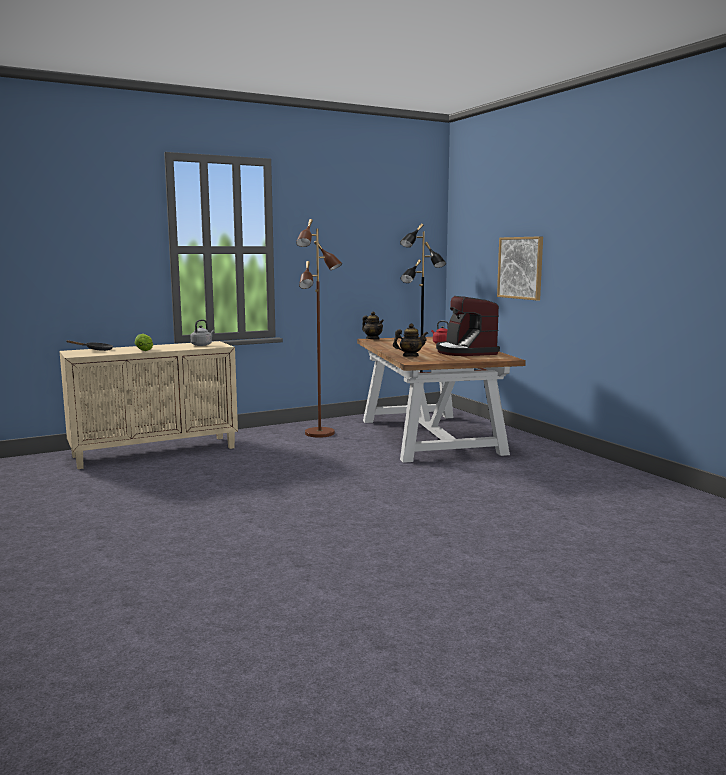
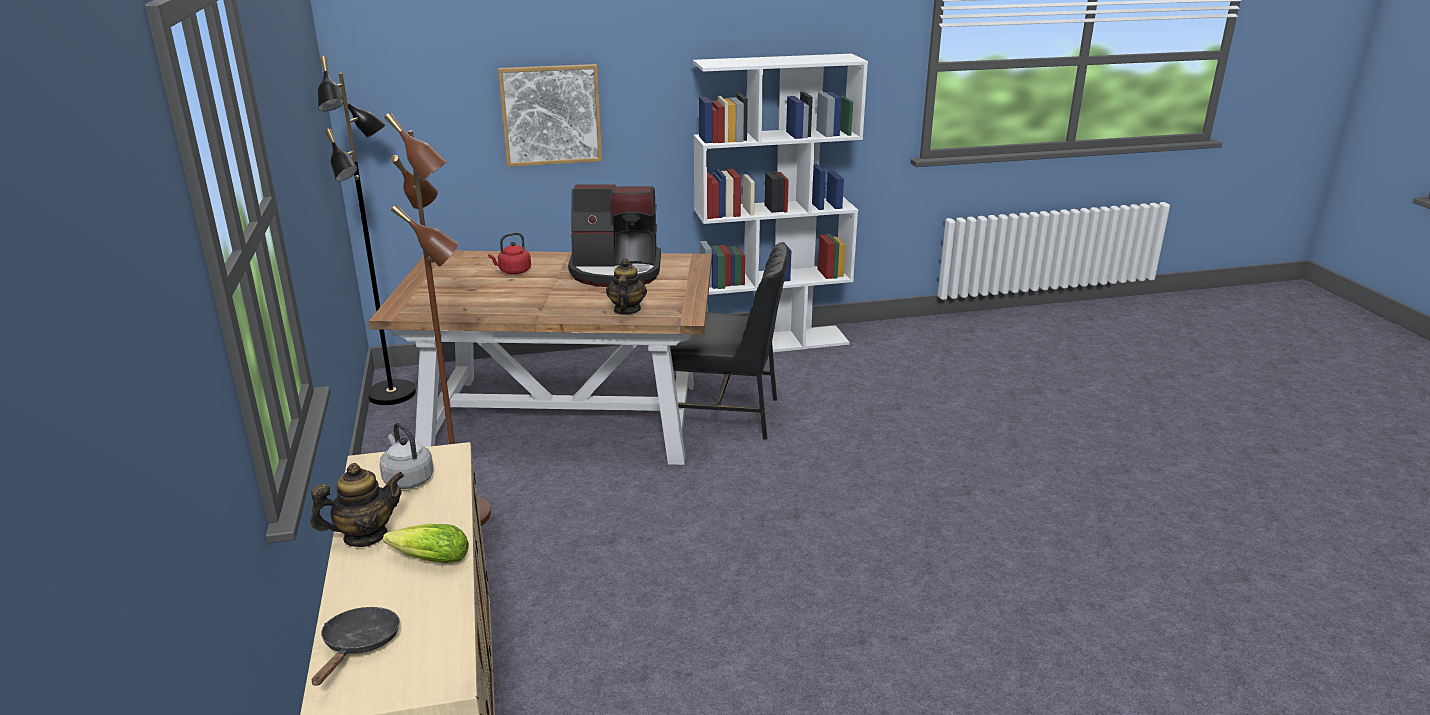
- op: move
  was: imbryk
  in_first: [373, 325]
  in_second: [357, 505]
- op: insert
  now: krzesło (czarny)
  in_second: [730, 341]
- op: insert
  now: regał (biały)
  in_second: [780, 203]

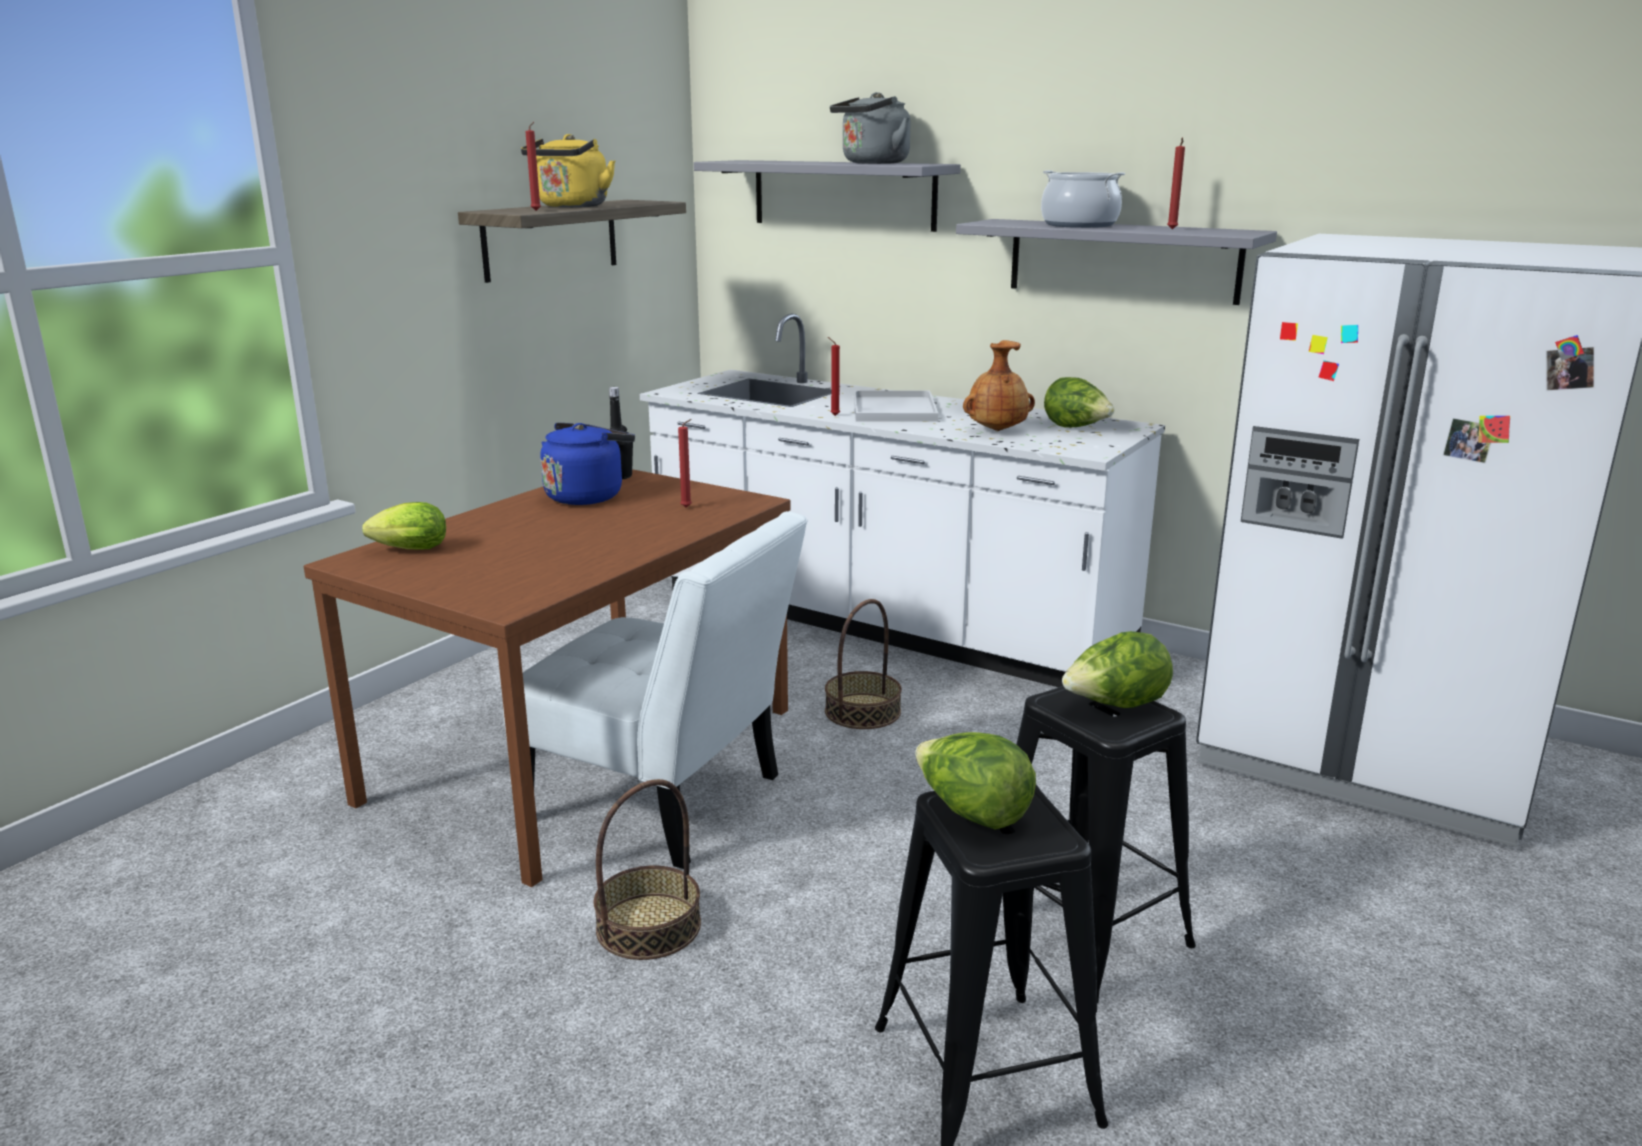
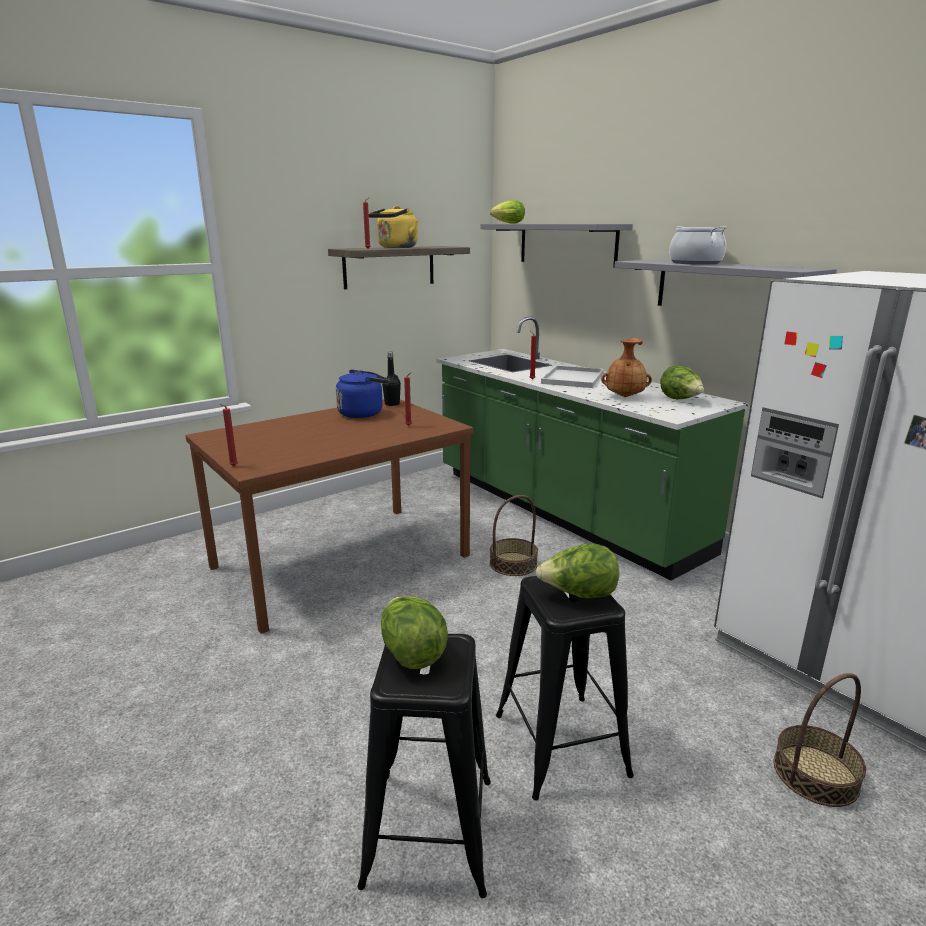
- op: move
  was: świeca (czerwony)
  in_first: [1176, 183]
  in_second: [229, 435]
- op: recolor
  was: zabudowa kuchenna (biały)
  now: zabudowa kuchenna (zielony)
  in_first: [902, 500]
  in_second: [592, 448]
- op: move
  was: sałata
  in_first: [404, 526]
  in_second: [507, 212]
- op: move
  was: koszyk
  in_first: [647, 869]
  in_second: [819, 740]
- op: delete
  was: krzesło (biały)
  in_first: [655, 690]
- op: delete
  was: czajnik (szary)
  in_first: [870, 128]

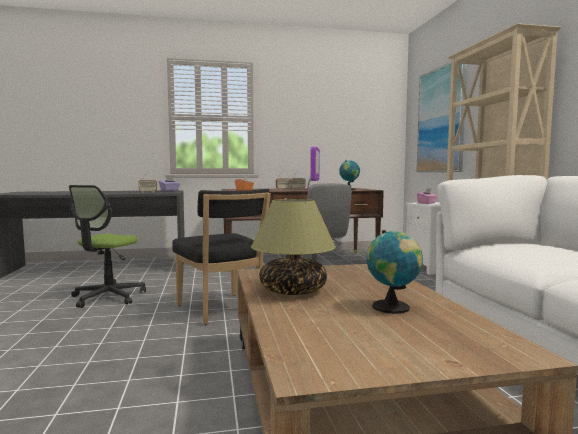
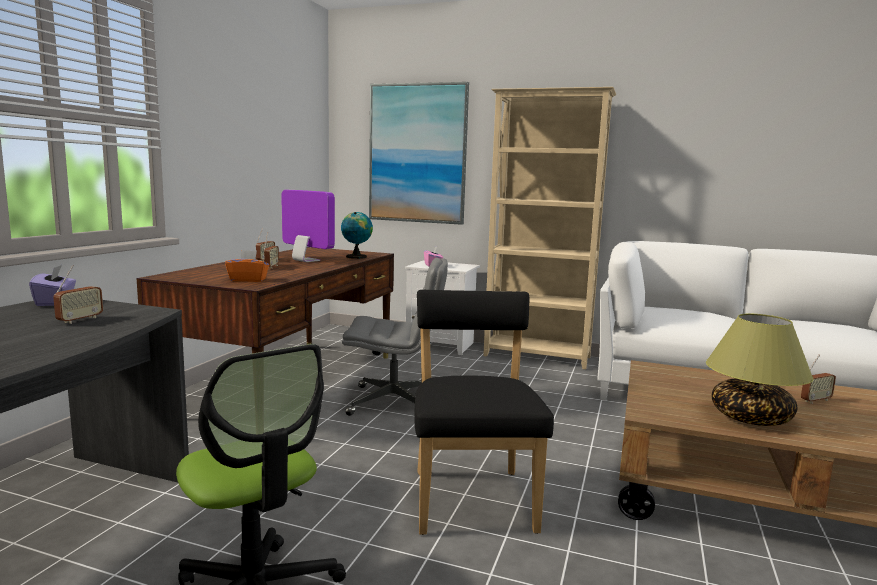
- op: rotate
  was: krzesło (czarny)
  in_first: [221, 257]
  in_second: [484, 412]
  clockwise: -90
- op: replace
  was: globus
  now: radio
  in_first: [394, 272]
  in_second: [818, 379]

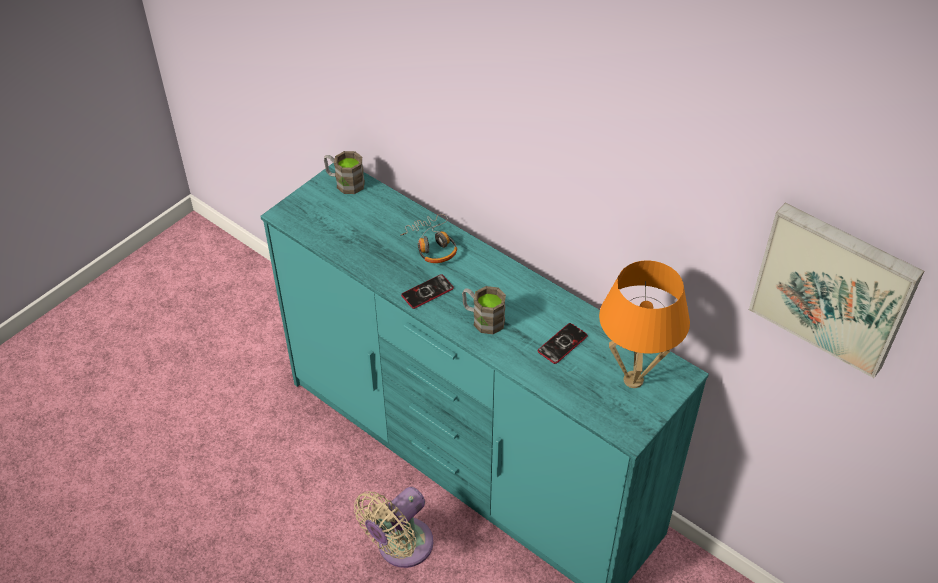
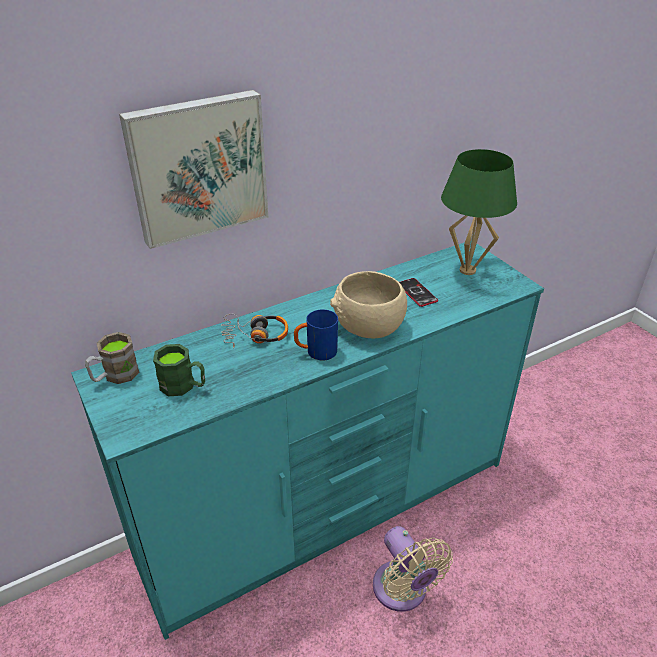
- op: move
  was: obraz
  in_first: [836, 290]
  in_second: [193, 169]
- op: insert
  now: kubek (zielony)
  in_second: [179, 370]
- op: replace
  was: telefon
  now: kubek (niebieski)
  in_first: [427, 291]
  in_second: [316, 335]
- op: replace
  was: kubek (brązowy)
  now: miska (beżowy)
  in_first: [484, 310]
  in_second: [368, 304]
- op: recolor
  was: lampa stołowa (pomarańczowy)
  now: lampa stołowa (zielony)
  in_first: [644, 324]
  in_second: [479, 212]

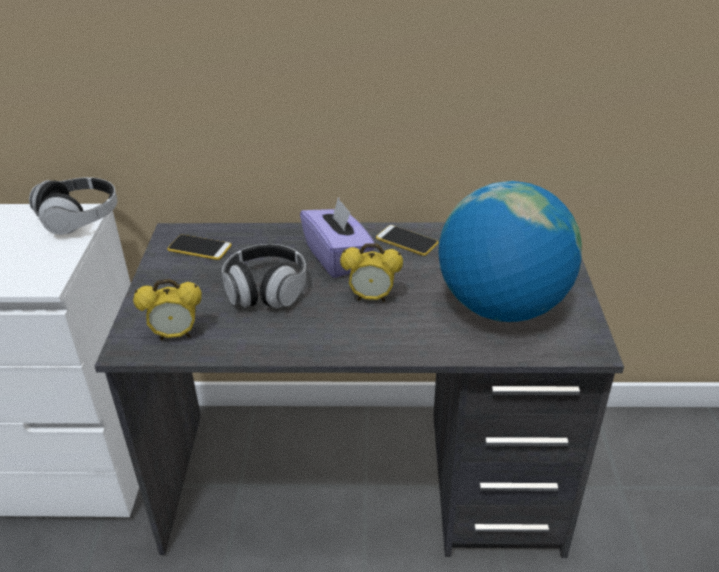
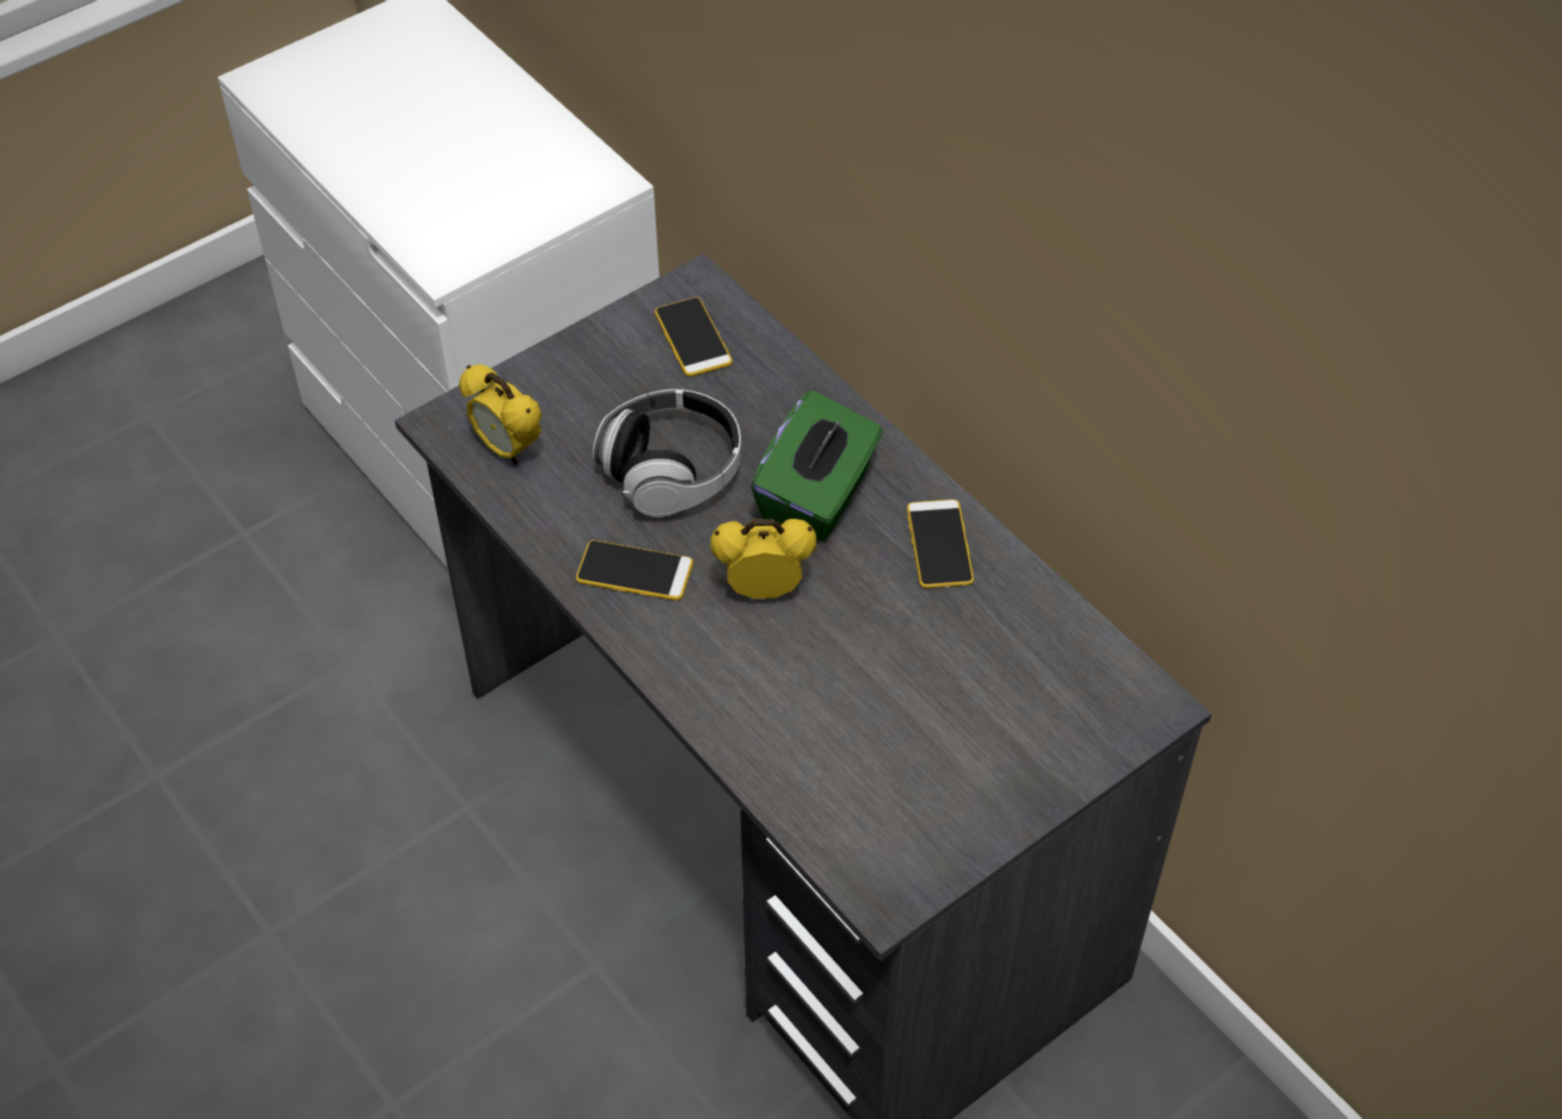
- op: insert
  now: telefon
  in_second: [634, 570]
- op: rotate
  was: budzik
  in_first: [371, 273]
  in_second: [763, 559]
  clockwise: 120
- op: recolor
  was: pudełko chusteczek (fioletowy)
  now: pudełko chusteczek (zielony)
  in_first: [337, 237]
  in_second: [817, 465]
- op: delete
  was: słuchawki
  in_first: [73, 206]
- op: delete
  was: globus
  in_first: [510, 251]

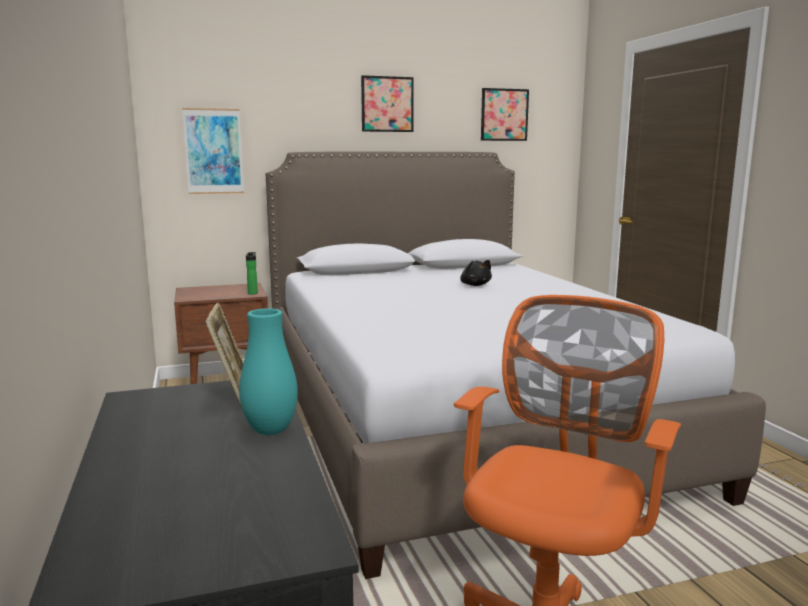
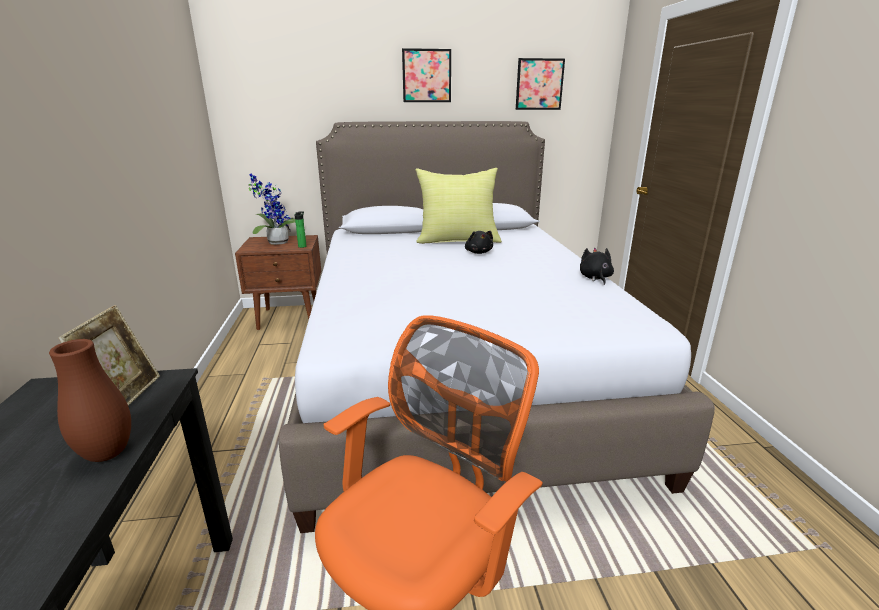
- op: recolor
  was: wazon (turkusowy)
  now: wazon (brązowy)
  in_first: [268, 371]
  in_second: [90, 400]
- op: insert
  now: roślina doniczkowa
  in_second: [271, 209]
- op: insert
  now: poduszka (żółty)
  in_second: [458, 206]
- op: insert
  now: pluszak (czarny)
  in_second: [597, 266]
- op: delete
  was: obraz
  in_first: [213, 151]

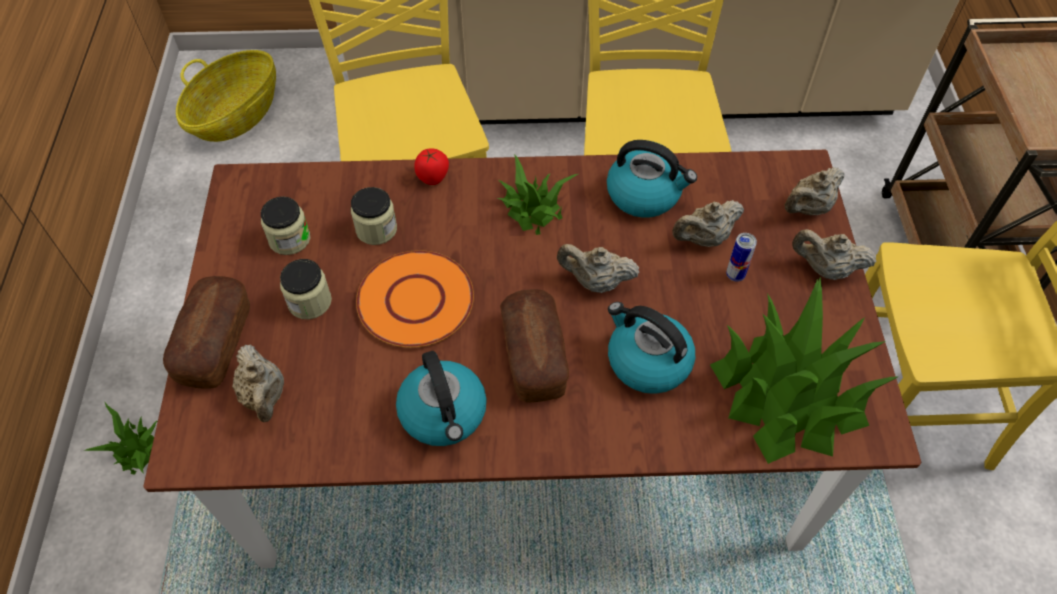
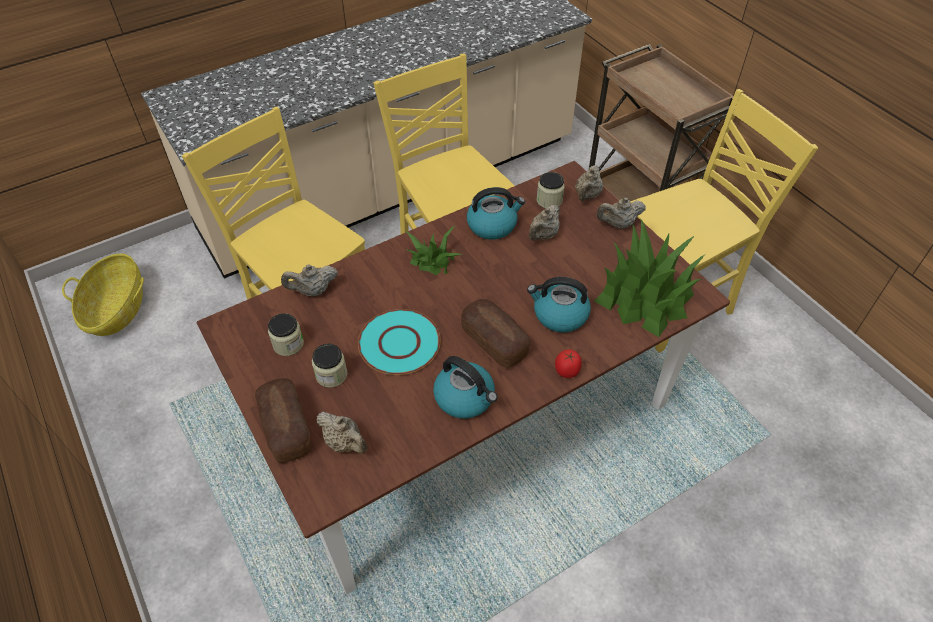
- op: move
  was: imbryk (beżowy)
  in_first: [598, 268]
  in_second: [309, 280]
- op: recolor
  was: talerz (pomarańczowy)
  now: talerz (turkusowy)
  in_first: [415, 299]
  in_second: [399, 342]
- op: move
  was: słoik
  in_first: [374, 216]
  in_second: [551, 190]
- op: move
  was: pomidor
  in_first: [431, 167]
  in_second: [568, 363]
- op: delete
  was: roślina doniczkowa
  in_first: [120, 438]
- op: delete
  was: puszka
  in_first: [741, 257]

